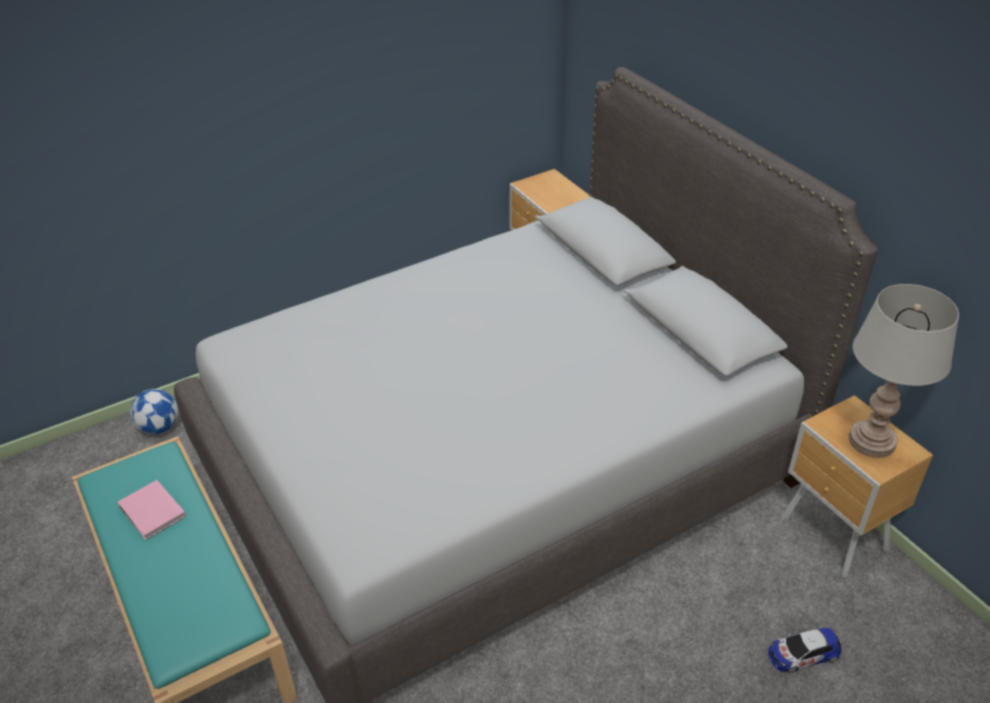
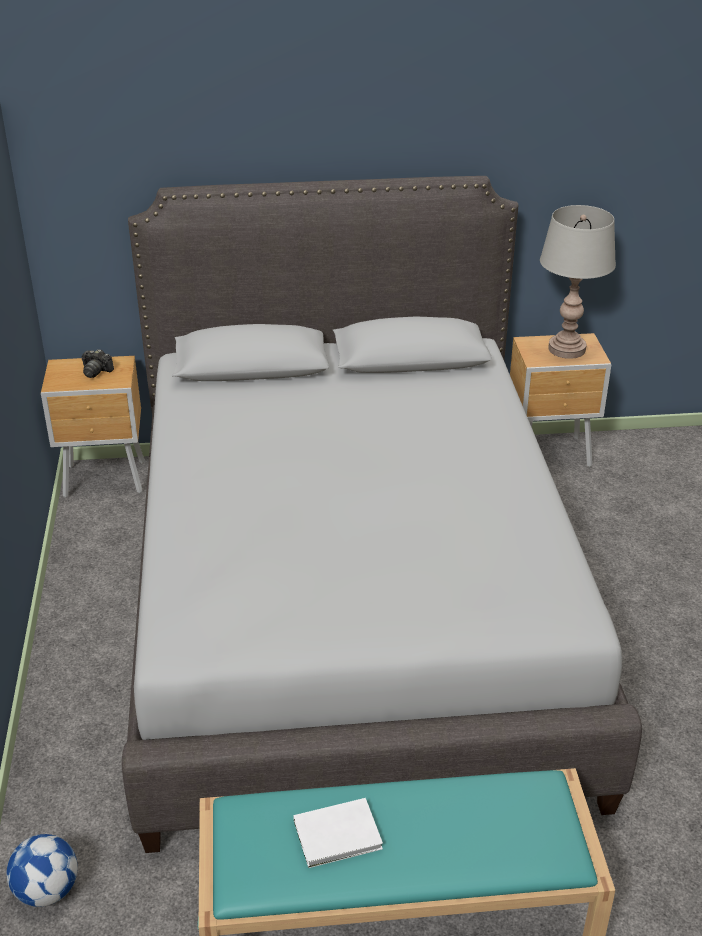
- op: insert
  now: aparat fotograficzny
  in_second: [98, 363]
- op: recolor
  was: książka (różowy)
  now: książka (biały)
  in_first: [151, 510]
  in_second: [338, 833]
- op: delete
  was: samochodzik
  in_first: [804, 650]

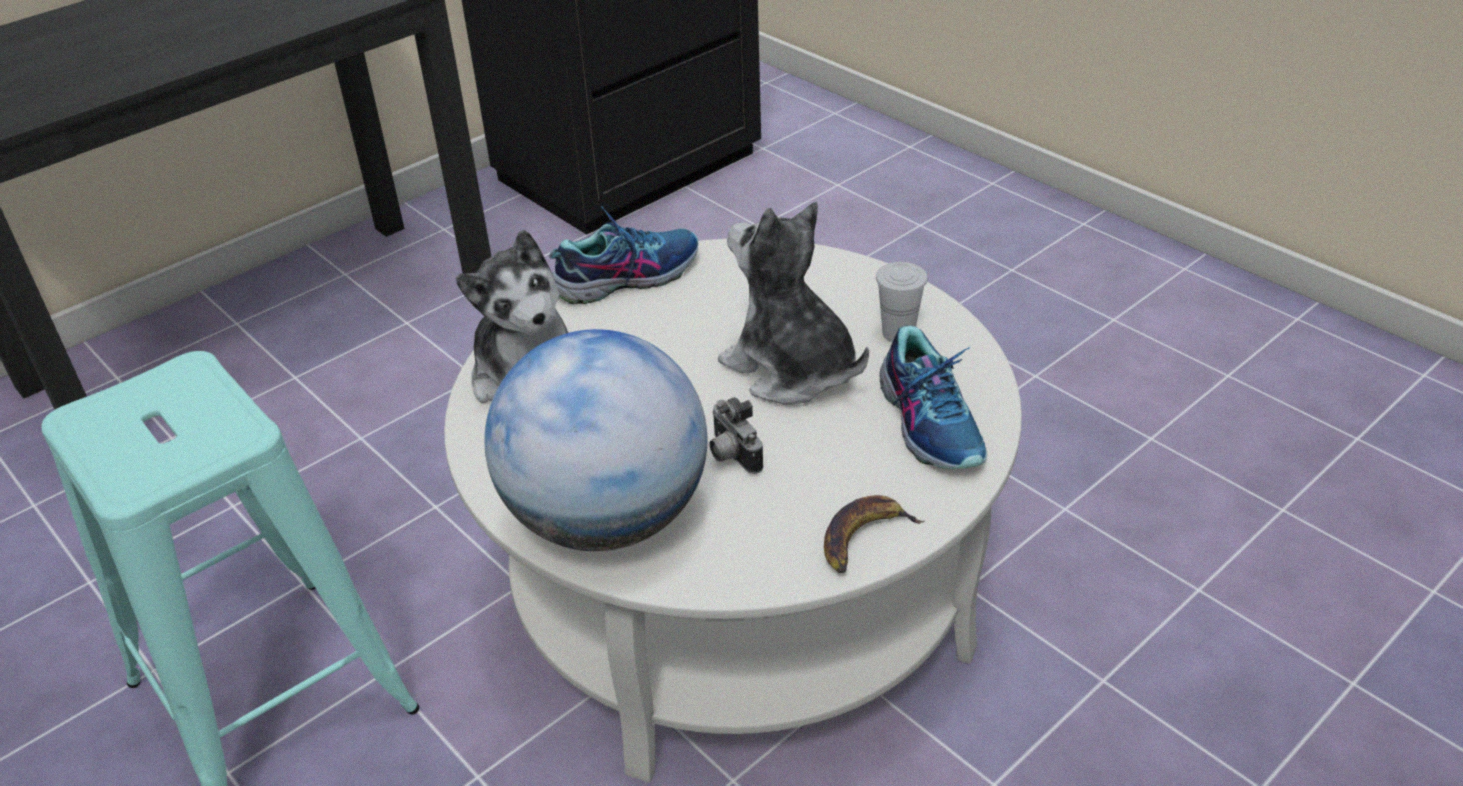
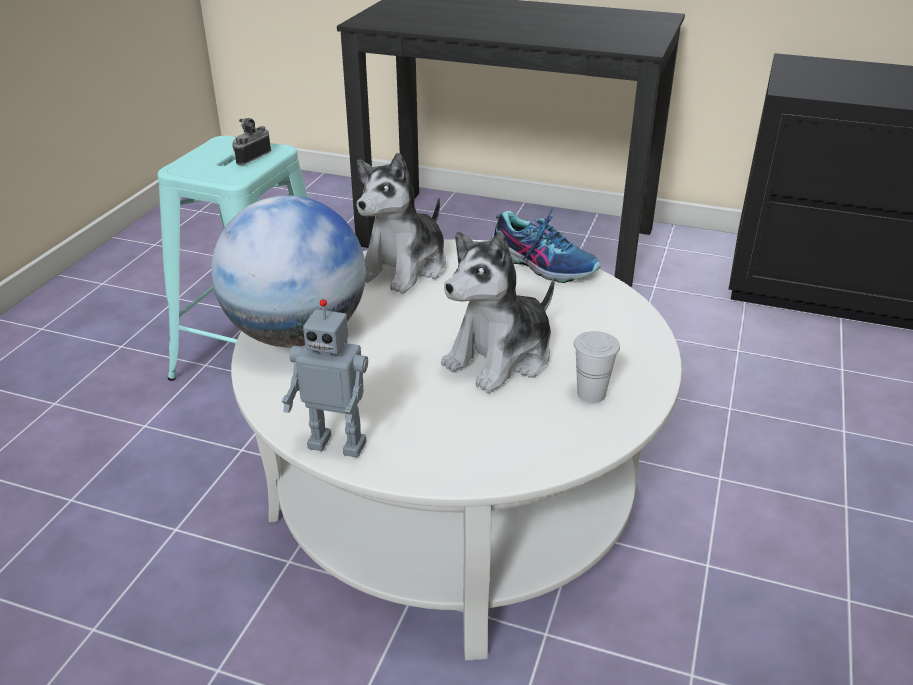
- op: move
  was: aparat fotograficzny
  in_first: [736, 435]
  in_second: [251, 141]
- op: replace
  was: banan
  now: robot zabawkowy
  in_first: [874, 534]
  in_second: [325, 378]
- op: rotate
  was: pluszak
  in_first: [793, 303]
  in_second: [498, 312]
  clockwise: -150
- op: delete
  was: but
  in_first: [933, 397]

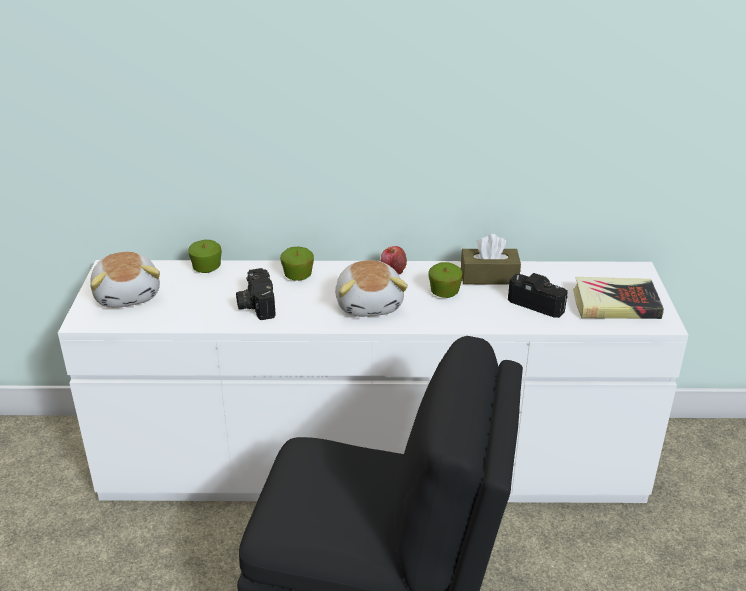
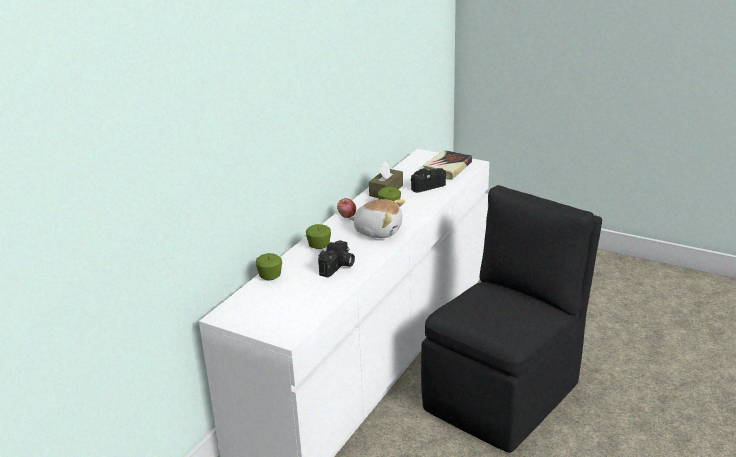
- op: rotate
  was: aparat fotograficzny
  in_first: [256, 294]
  in_second: [336, 258]
  clockwise: -75
- op: delete
  was: pluszak
  in_first: [125, 280]

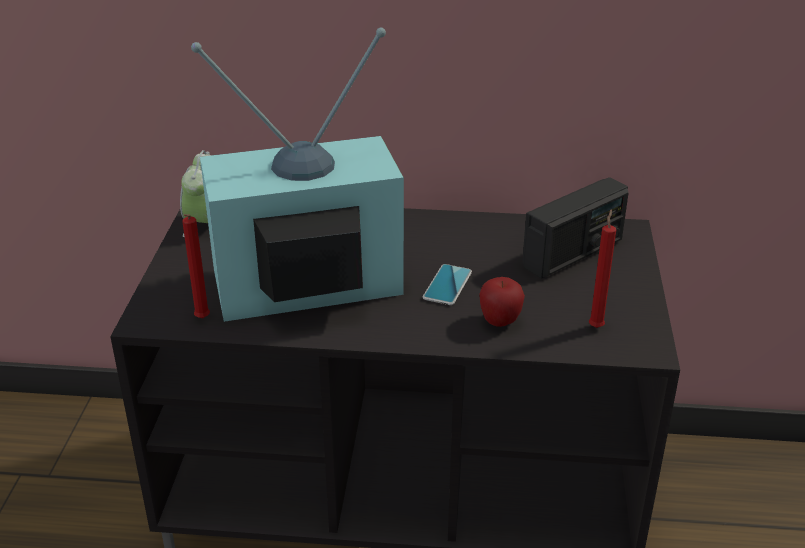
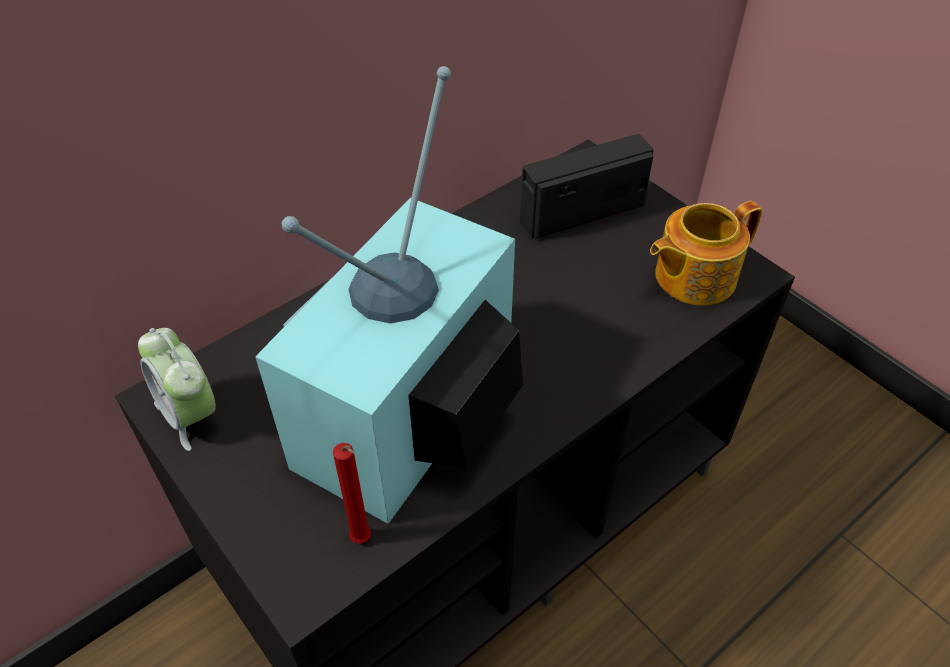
- op: rotate
  was: radio
  in_first: [575, 227]
  in_second: [587, 186]
  clockwise: -120
- op: replace
  was: świeca (czerwony)
  now: imbryk
  in_first: [602, 268]
  in_second: [706, 253]
- op: delete
  was: telefon
  in_first: [447, 284]
- op: delete
  was: jabłko
  in_first: [502, 302]

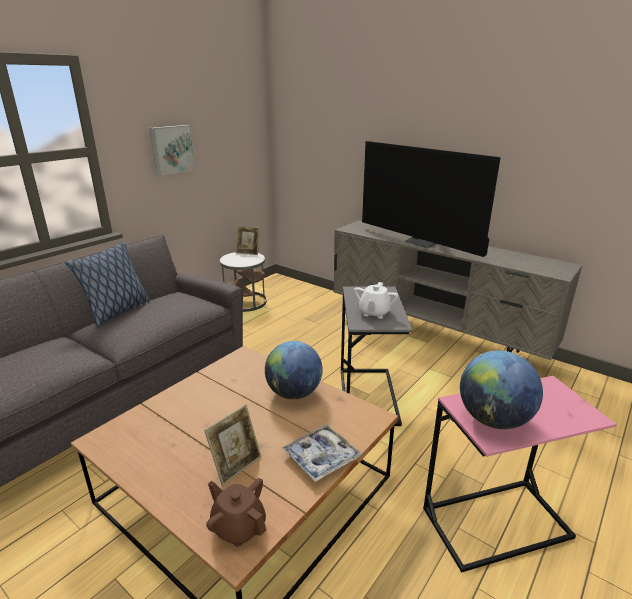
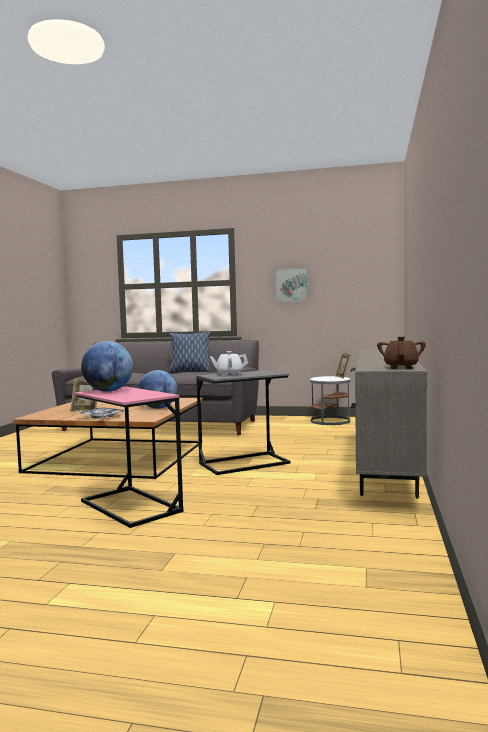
- op: move
  was: imbryk (brązowy)
  in_first: [236, 512]
  in_second: [401, 352]
- op: delete
  was: telewizor
  in_first: [431, 199]

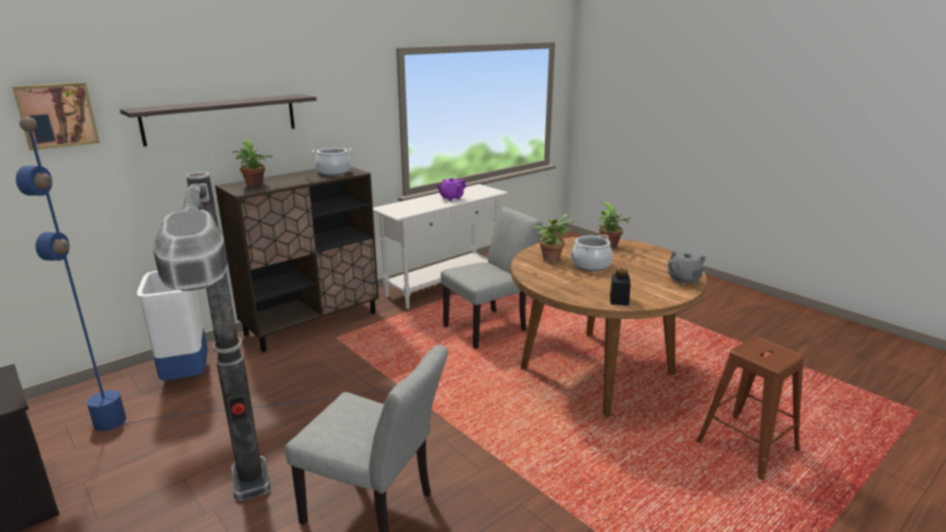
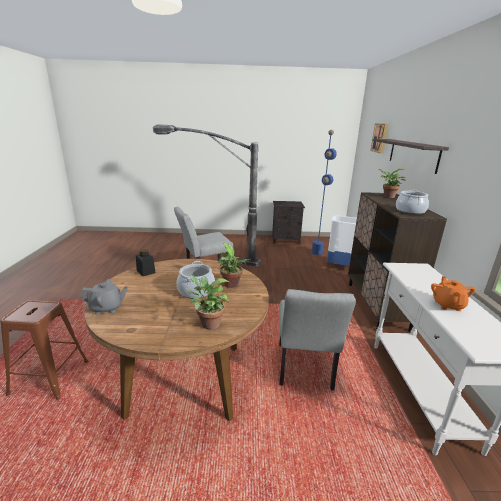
- op: rotate
  was: imbryk (szary)
  in_first: [686, 268]
  in_second: [104, 296]
  clockwise: 150
- op: recolor
  was: imbryk (fioletowy)
  now: imbryk (pomarańczowy)
  in_first: [451, 189]
  in_second: [453, 293]

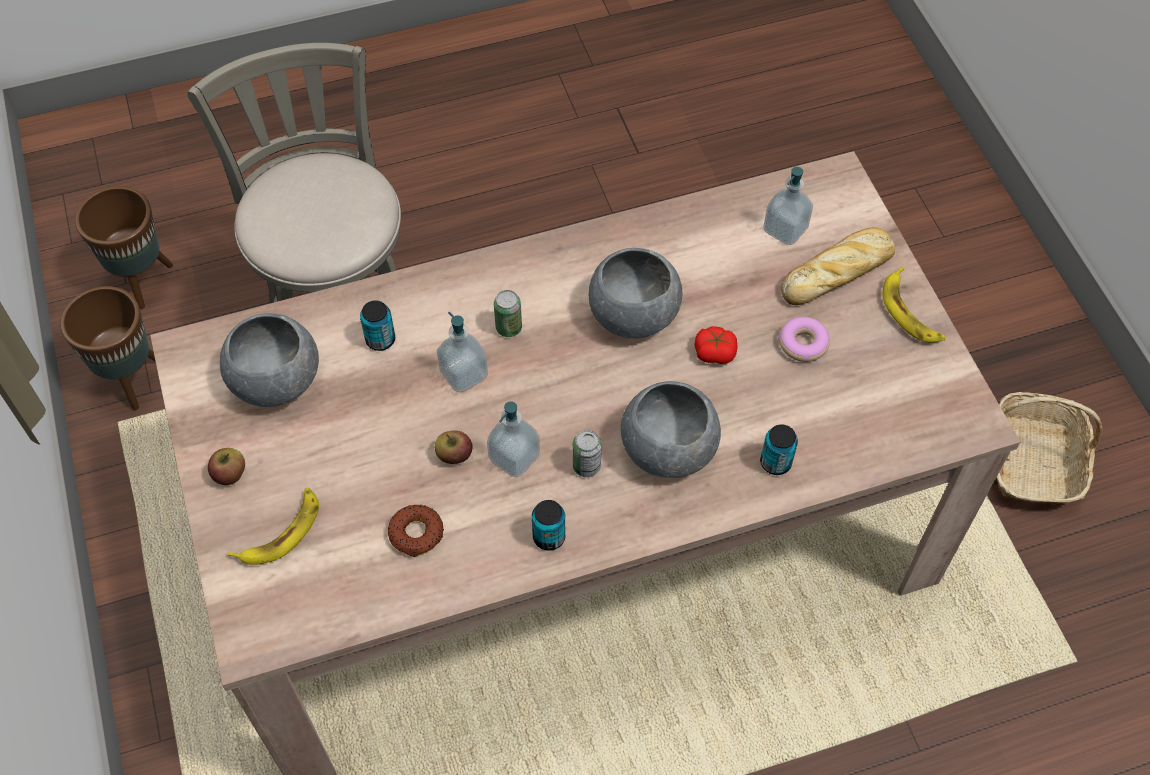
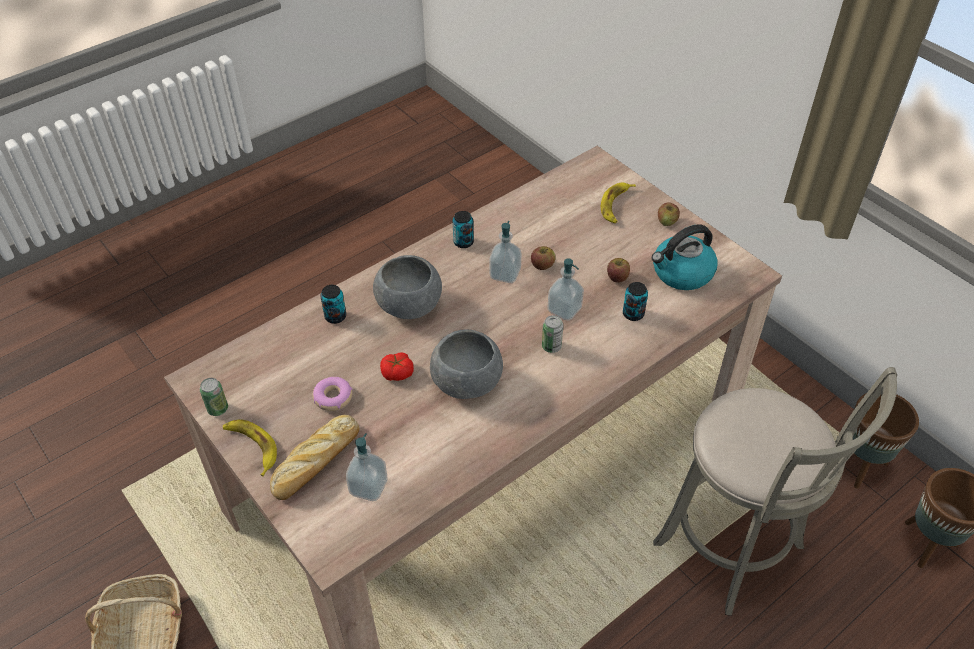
- op: move
  was: puszka
  in_first: [587, 453]
  in_second: [214, 397]
- op: insert
  now: jabłko
  in_second: [618, 270]
- op: replace
  was: miska (szary)
  now: czajnik
  in_first: [269, 360]
  in_second: [685, 257]
- op: delete
  was: donut
  in_first: [416, 531]

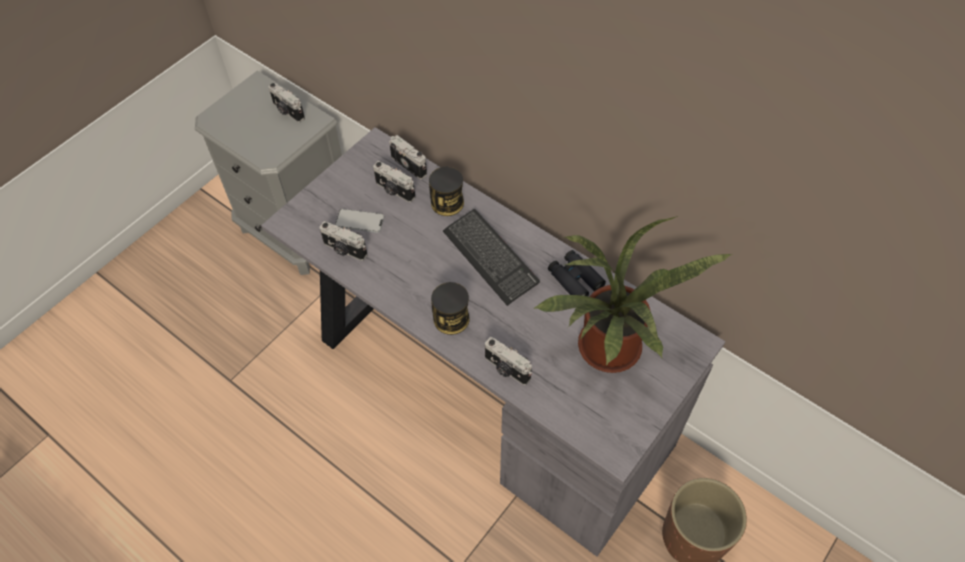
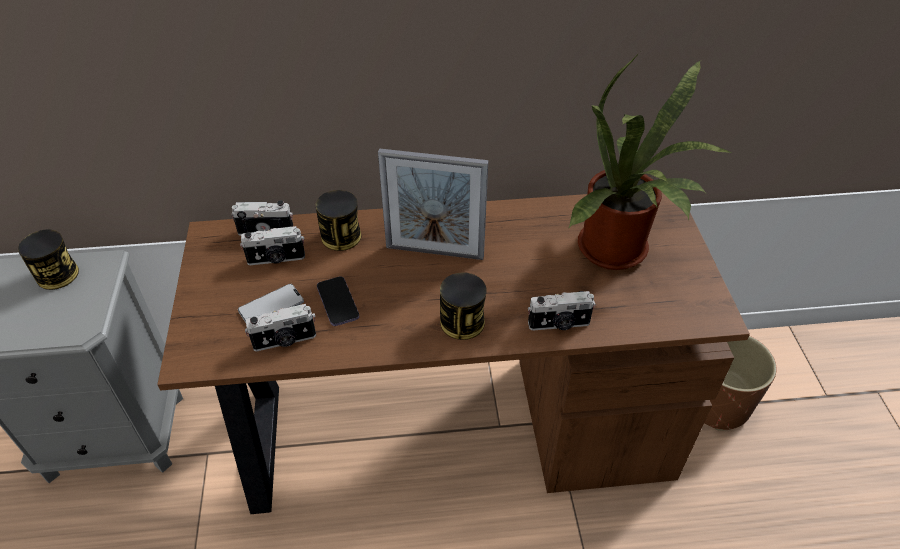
- op: replace
  was: aparat fotograficzny
  now: puszka
  in_first: [286, 102]
  in_second: [48, 259]
- op: recolor
  was: biurko (szary)
  now: biurko (brązowy)
  in_first: [493, 342]
  in_second: [453, 353]
- op: insert
  now: telefon
  in_second: [338, 301]
- op: replace
  was: klawiatura
  now: ramka na zdjęcie
  in_first: [491, 257]
  in_second: [433, 204]
- op: delete
  was: lornetka (czarny)
  in_first: [577, 273]

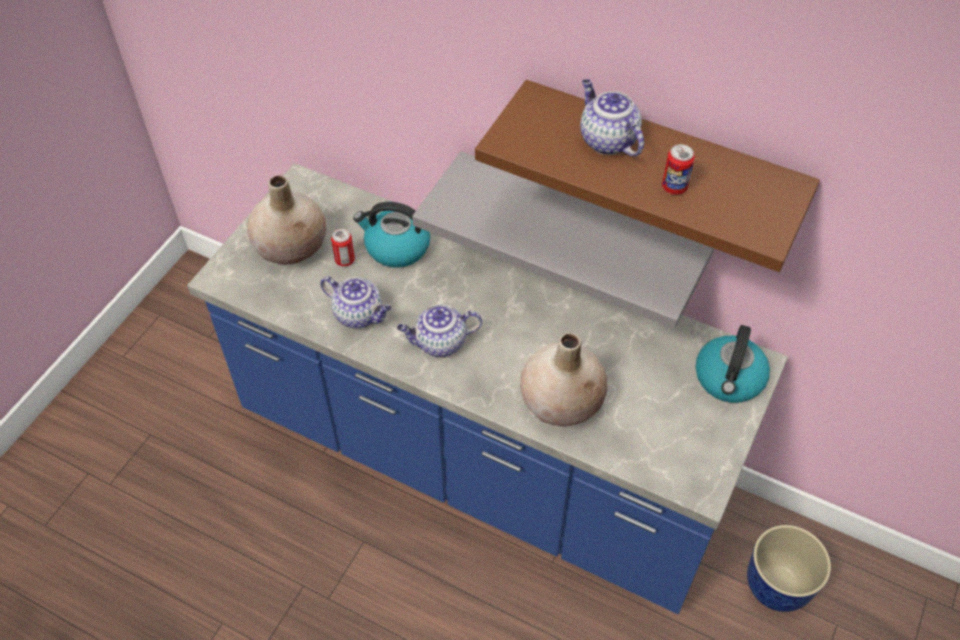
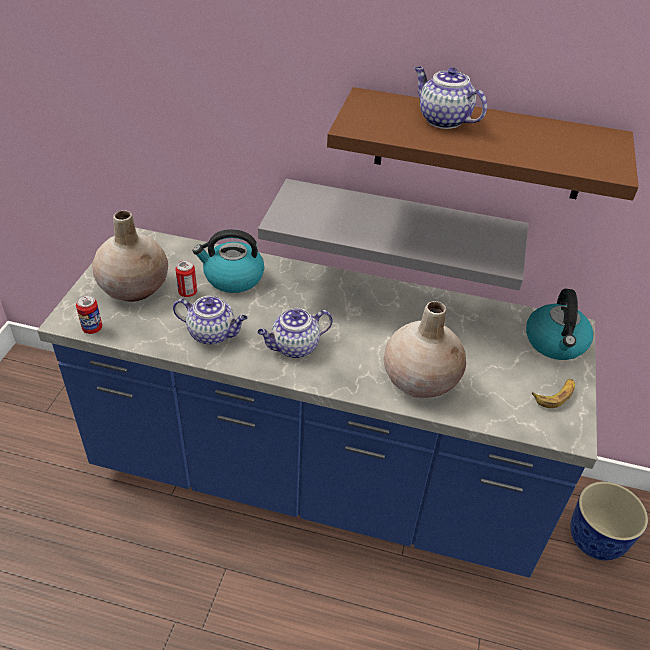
- op: move
  was: puszka
  in_first: [678, 169]
  in_second: [89, 314]
- op: insert
  now: banan
  in_second: [553, 393]

